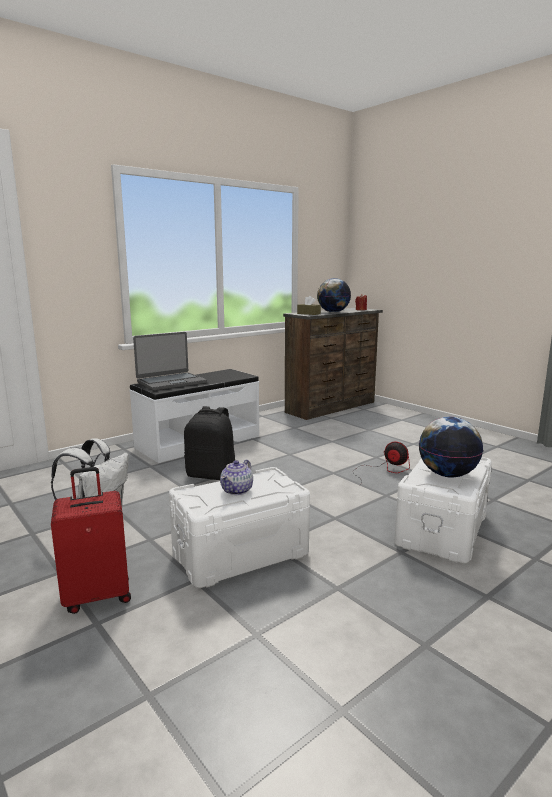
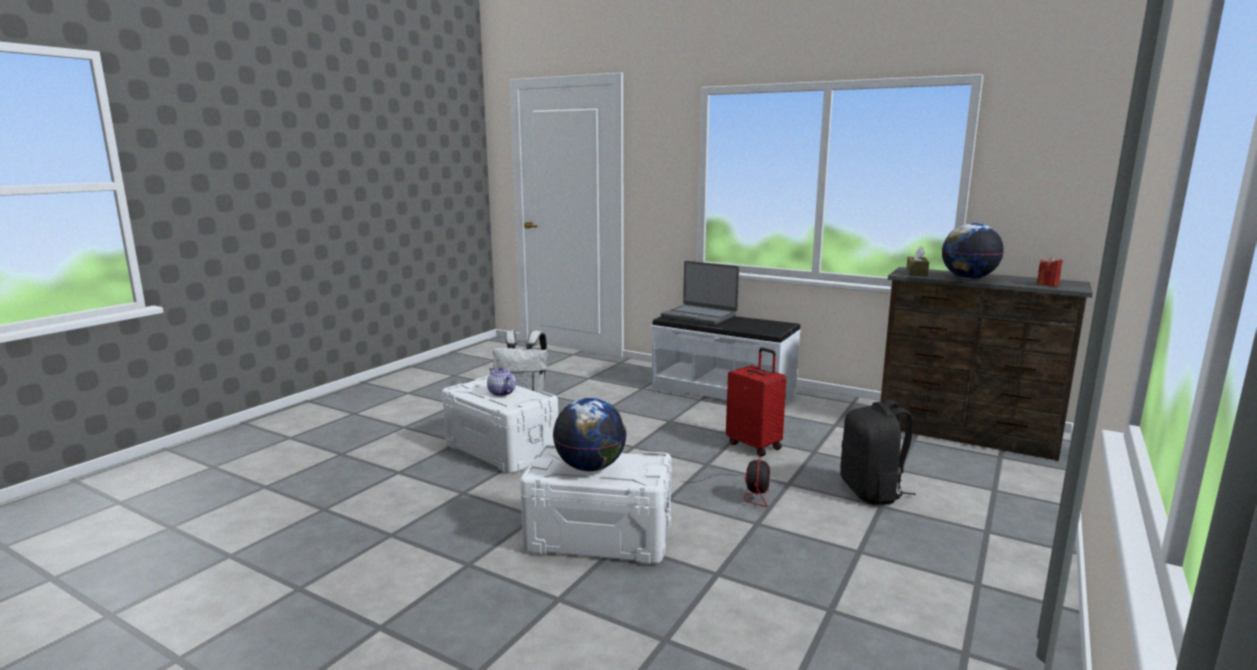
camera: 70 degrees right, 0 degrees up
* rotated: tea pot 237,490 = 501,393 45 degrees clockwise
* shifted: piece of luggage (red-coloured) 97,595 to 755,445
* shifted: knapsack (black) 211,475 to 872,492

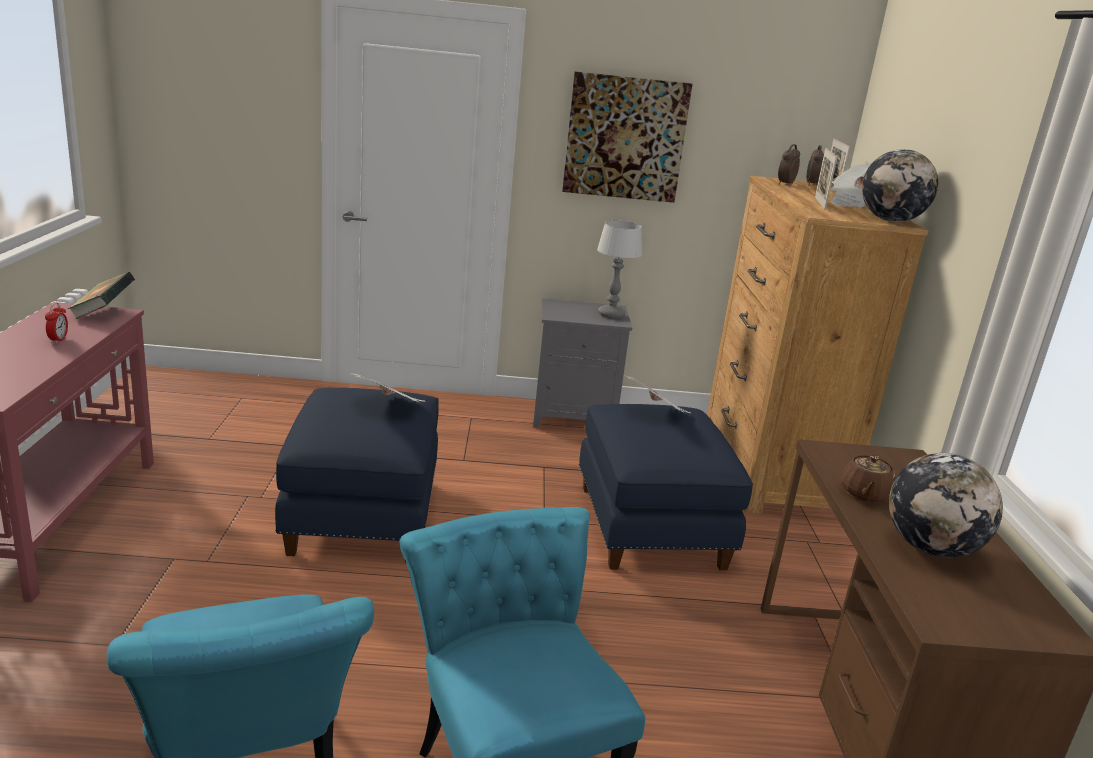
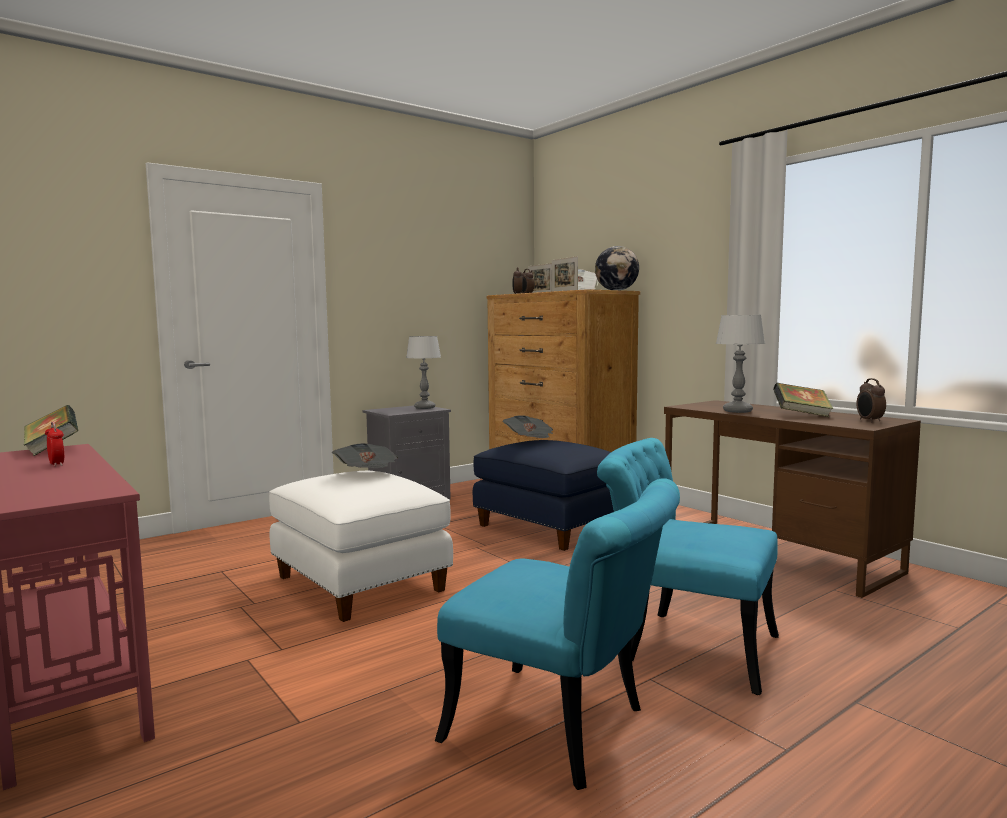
camera: 35 degrees left, 15 degrees down
* repainted: footrest (blue-coloured) 364,516 to footrest (white-coloured) 361,583
* swapped: tea pot (brown) 864,494 to tabletop lamp 737,411
* swapped: desk globe 930,548 to bound book 801,415
* new: bedside clock 869,421
* gone: wall picture 625,138

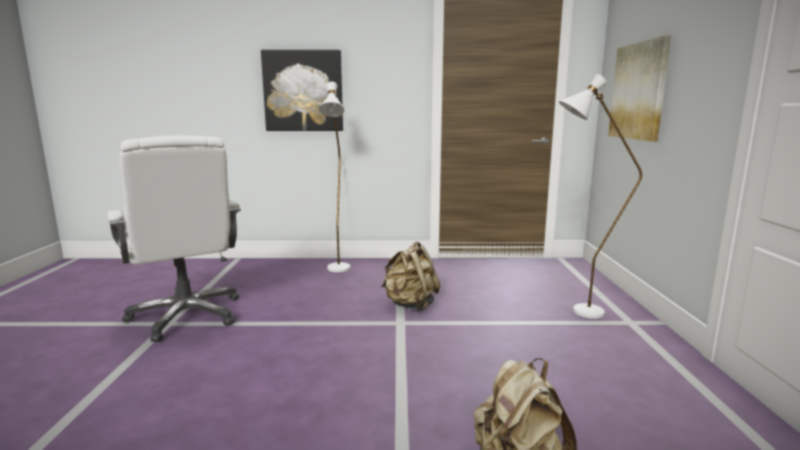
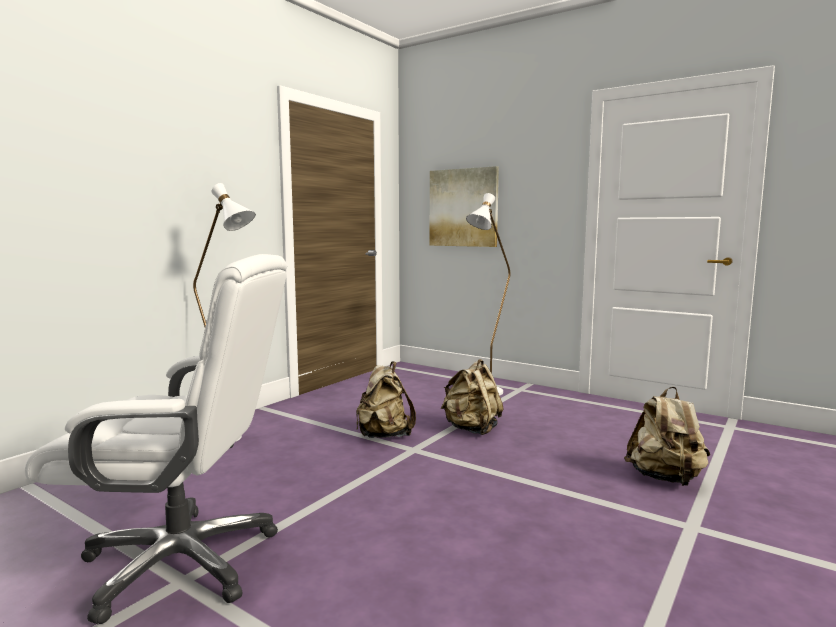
camera: 55 degrees left, 5 degrees down
* new: knapsack (sand-coloured) 472,429
* gone: wall picture 303,91

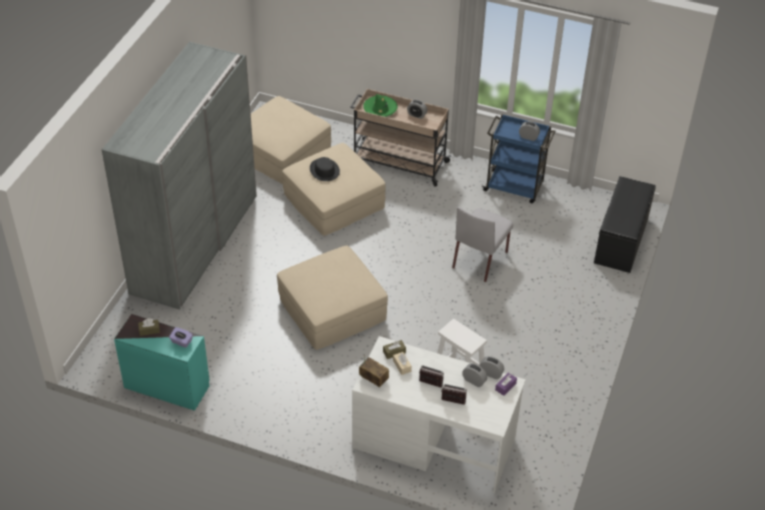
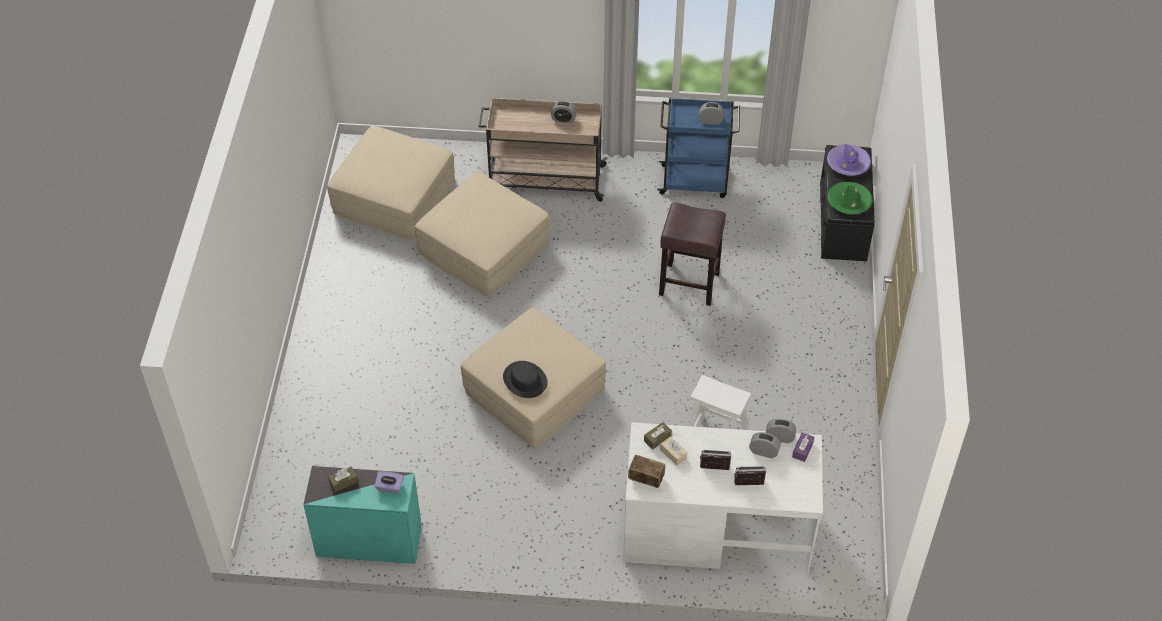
camera: 15 degrees left, 5 degrees up
* shifted: clothing hat (black) 324,170 to 525,380
* swapped: upright chair (grey) 480,259 to sitting stool (brown) 688,284
* new: clothing hat (purplish) 848,164
* shifted: clothing hat (green-coloured) 380,110 to 849,202
* gone: armoire (grey) 194,244

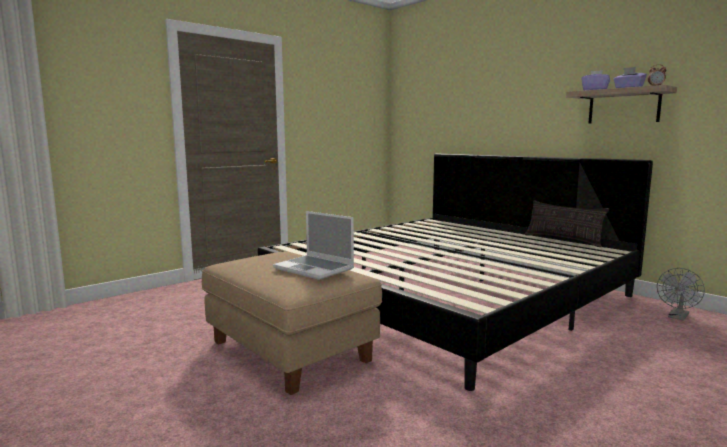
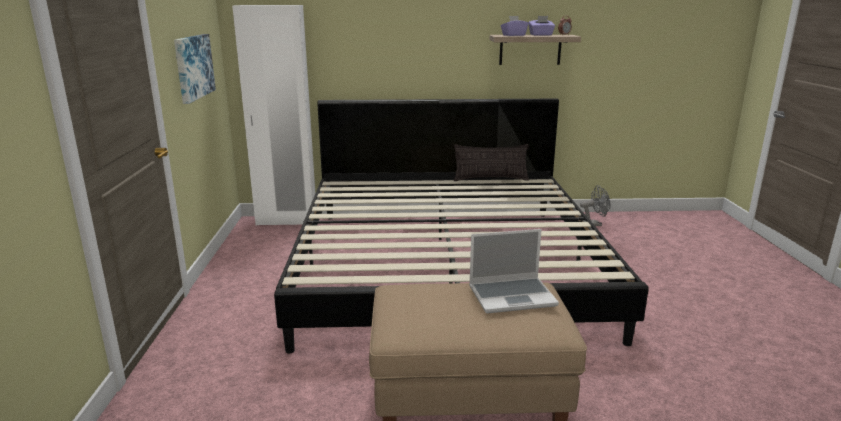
camera: 50 degrees left, 10 degrees up
* new: wall picture 193,67
* new: armoire (white-coloured) 286,221
* rotated: cooling fan (grey) 678,317 = 594,224 90 degrees counterclockwise

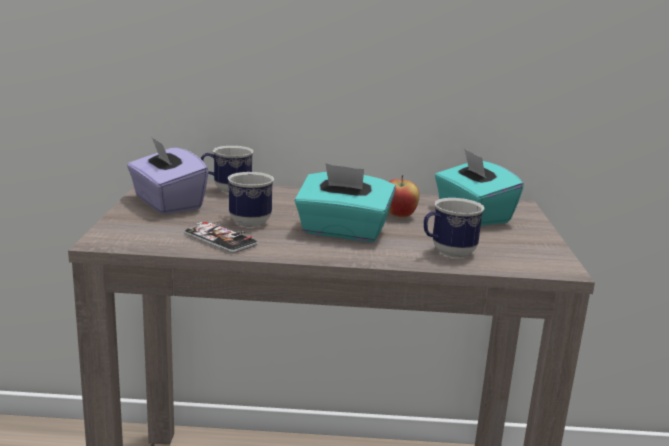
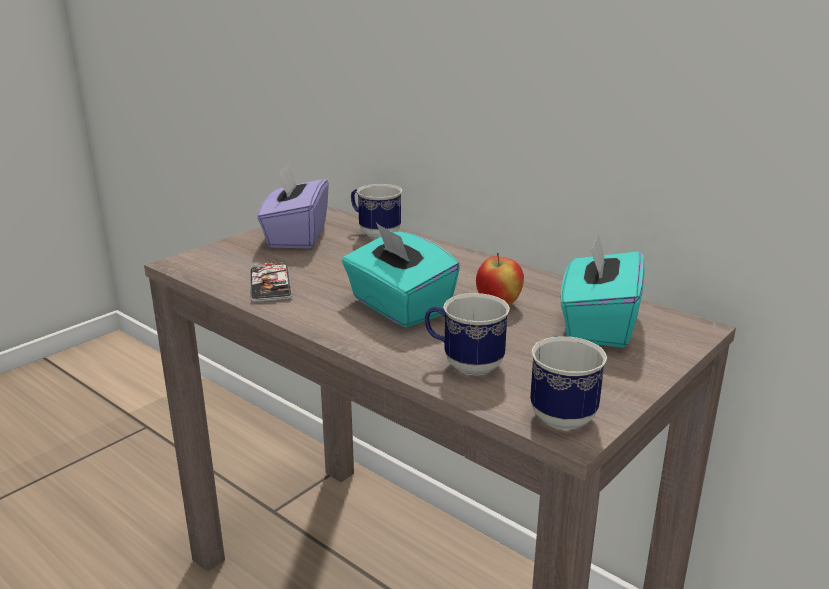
camera: 40 degrees right, 5 degrees up
* shifted: tea mug 246,221 to 560,412

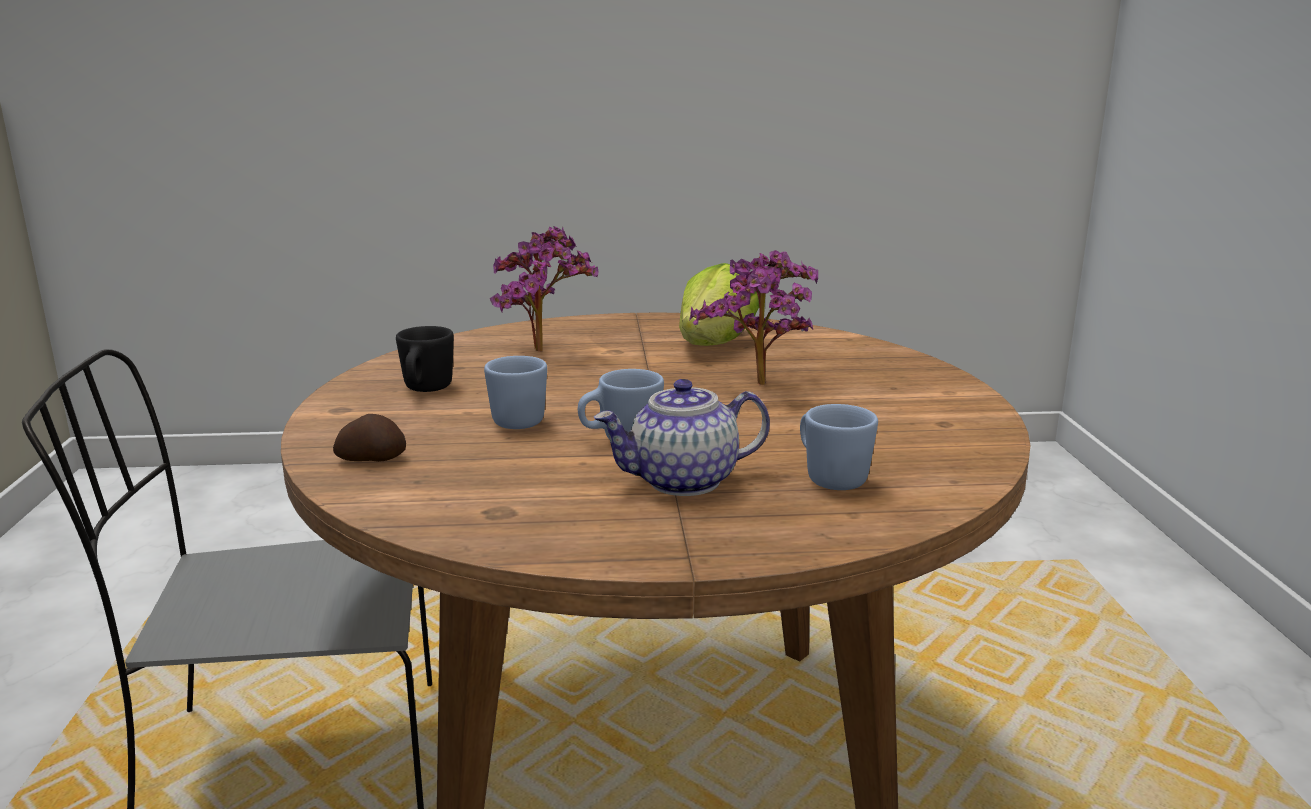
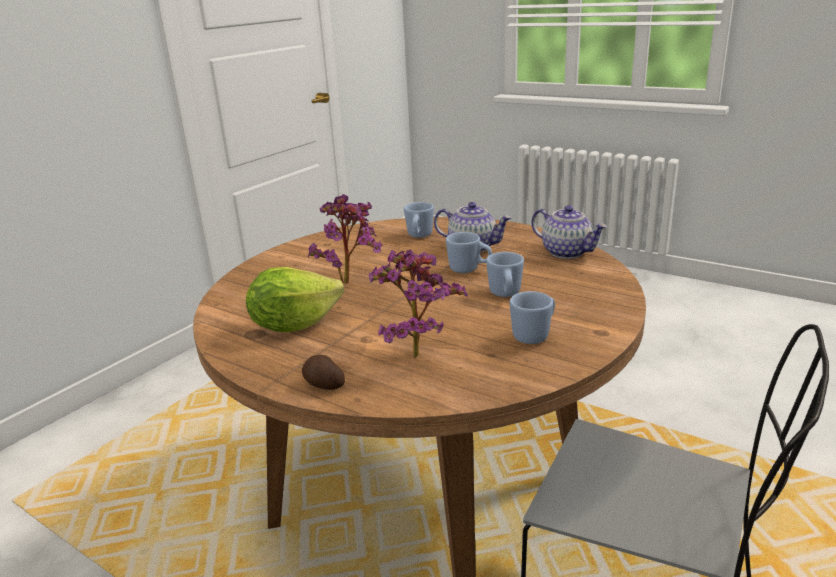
camera: 140 degrees left, 5 degrees up
* shifted: potato 371,458 to 323,385
* repainted: tea mug (black) 425,390 to tea mug (blue-coloured) 535,335
* new: tea pot 567,252

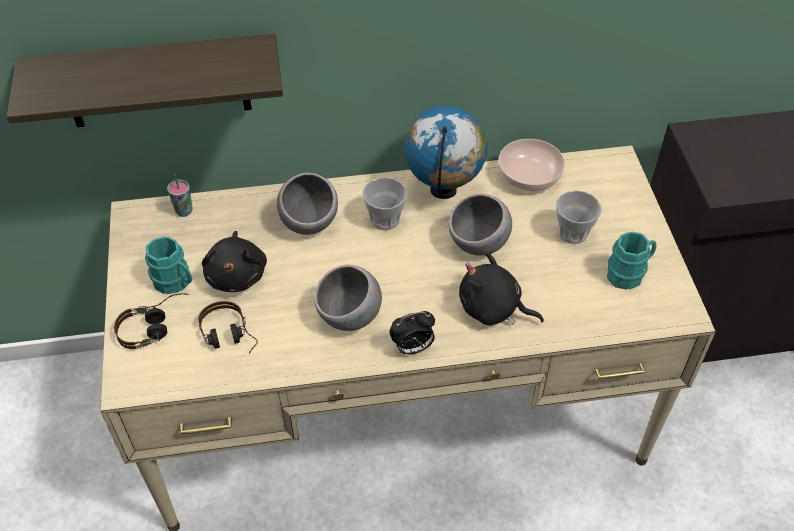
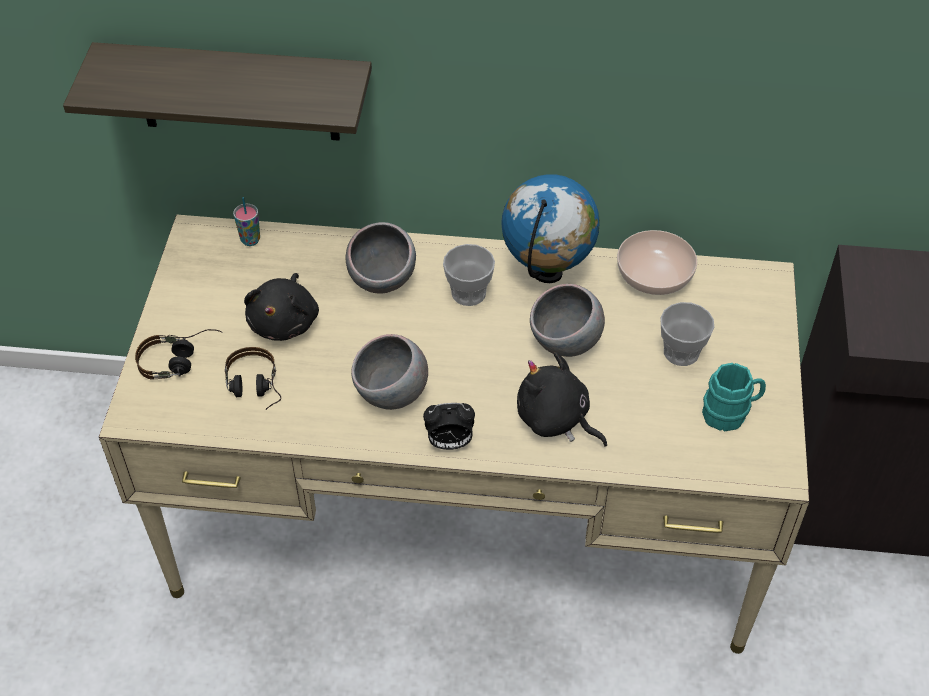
camera: 15 degrees right, 0 degrees up
* gone: tea mug (turquoise) 175,282

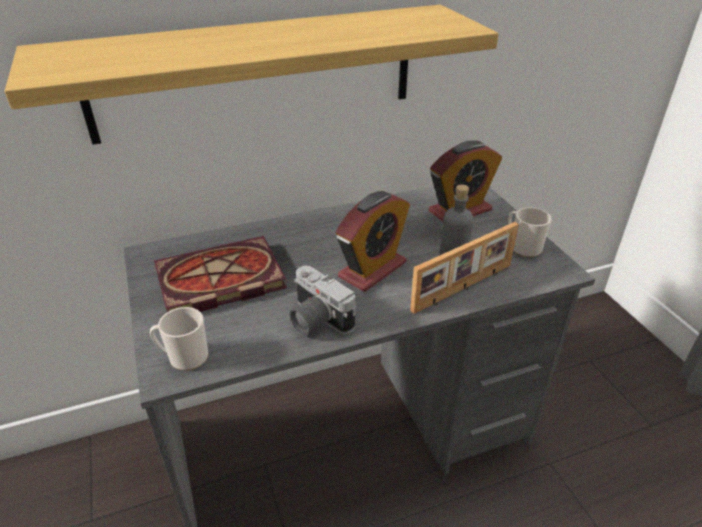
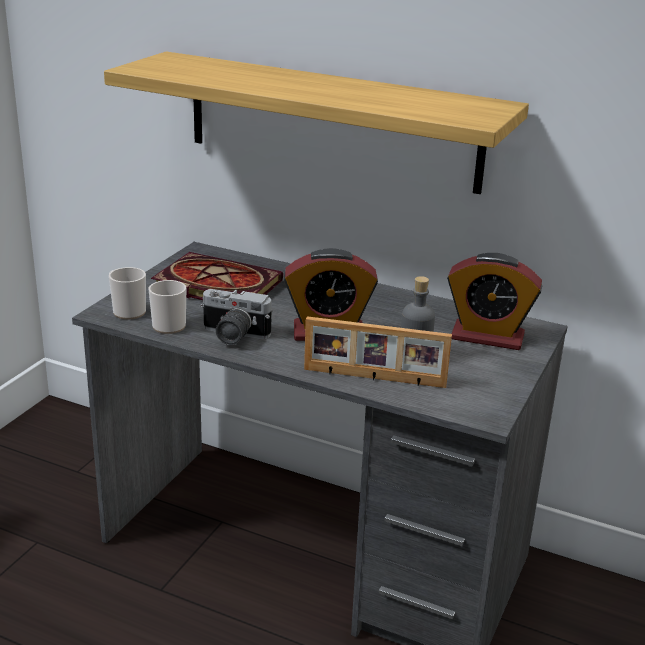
camera: 45 degrees right, 10 degrees down
* shifted: tea mug 522,247 to 169,324
* rotated: photo camera 315,320 = 232,336 75 degrees counterclockwise

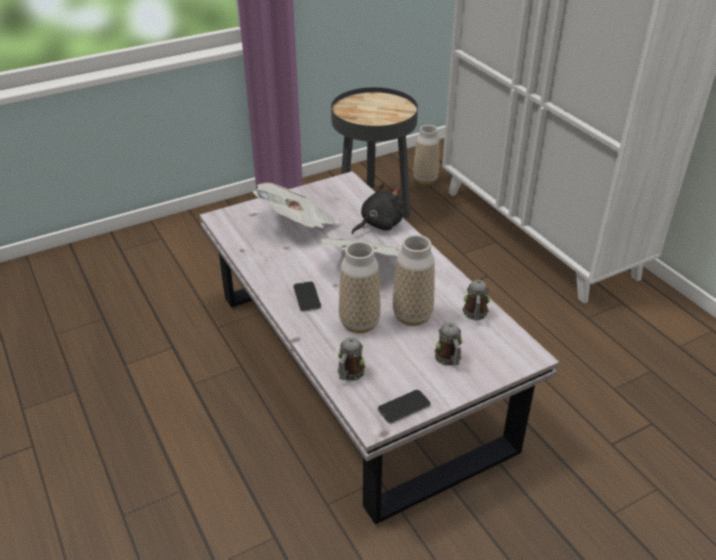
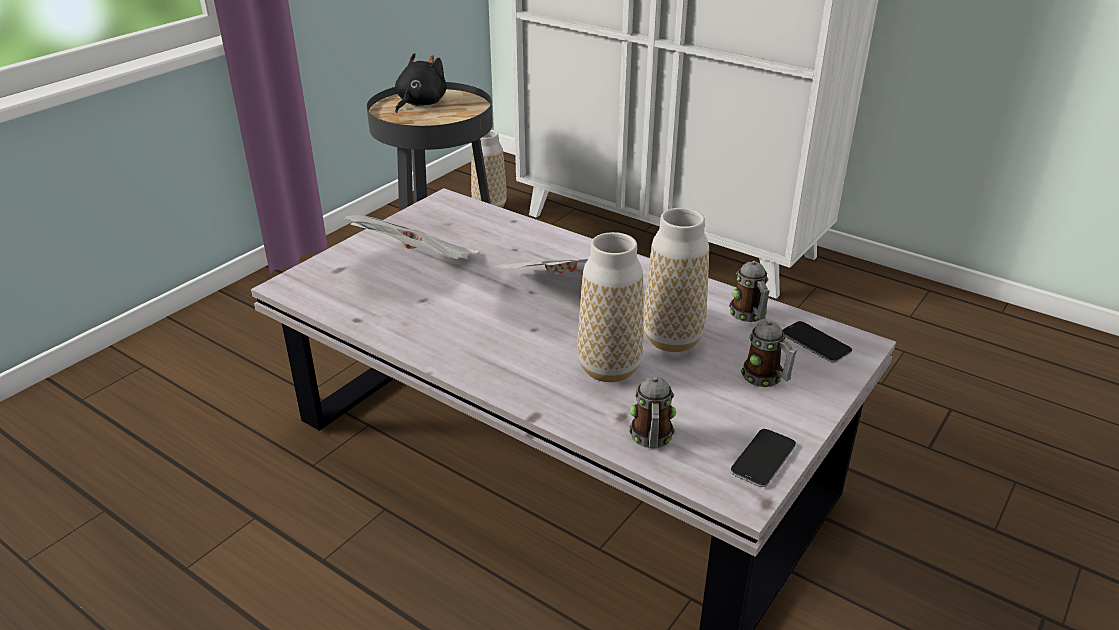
camera: 25 degrees left, 5 degrees down
* shifted: plush toy (black) 379,224 to 420,103
* shifted: handset 307,297 to 815,343

